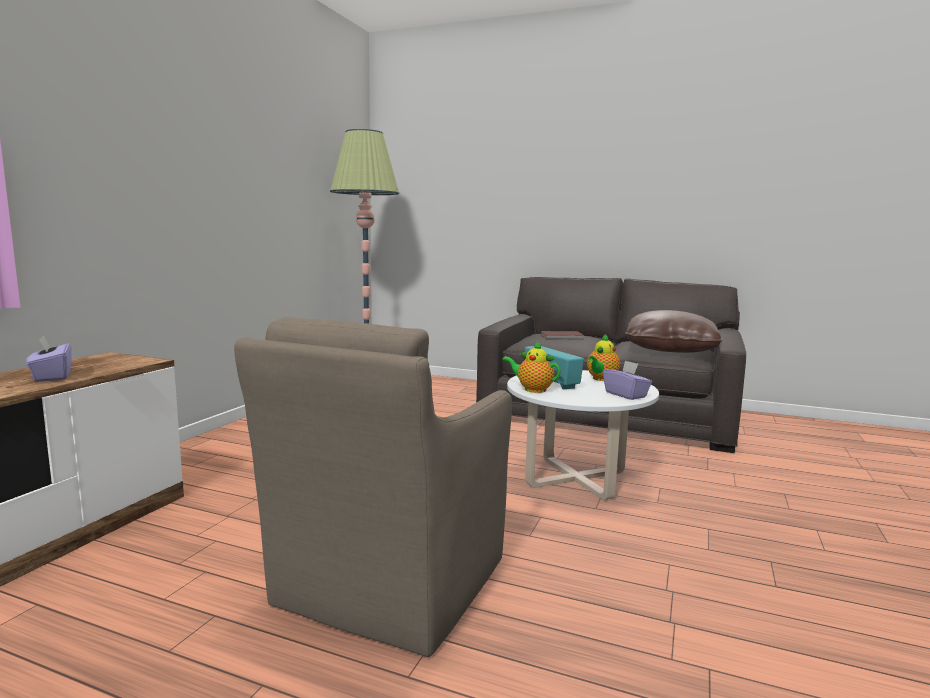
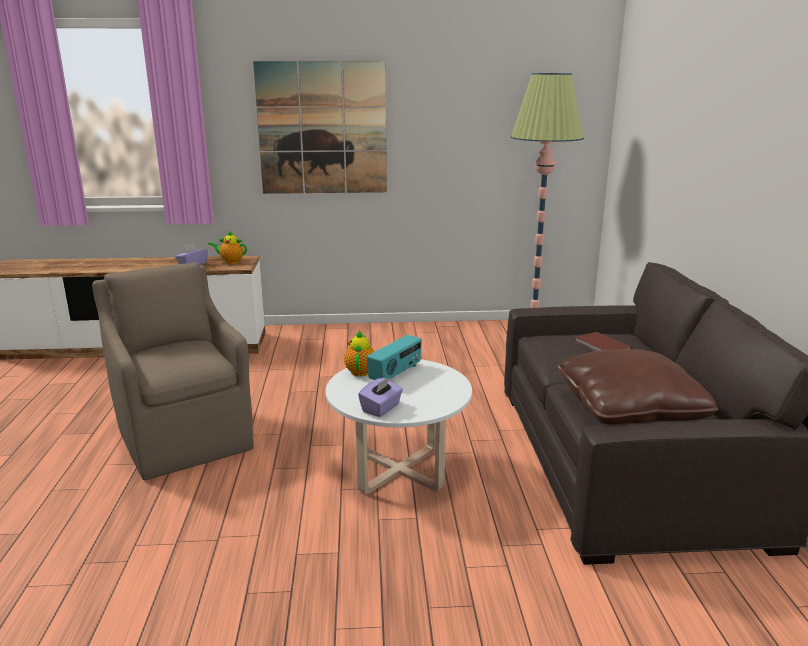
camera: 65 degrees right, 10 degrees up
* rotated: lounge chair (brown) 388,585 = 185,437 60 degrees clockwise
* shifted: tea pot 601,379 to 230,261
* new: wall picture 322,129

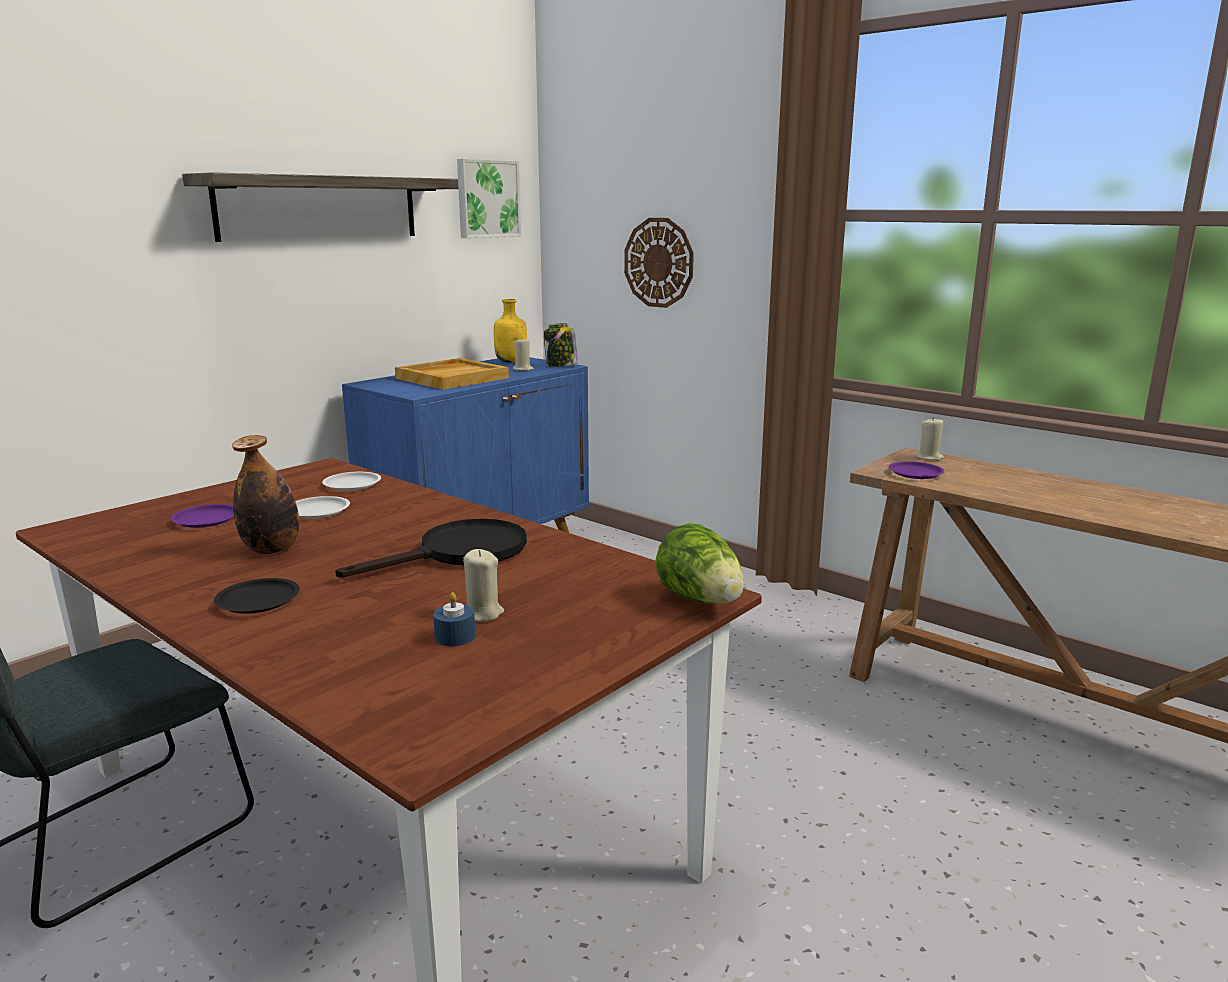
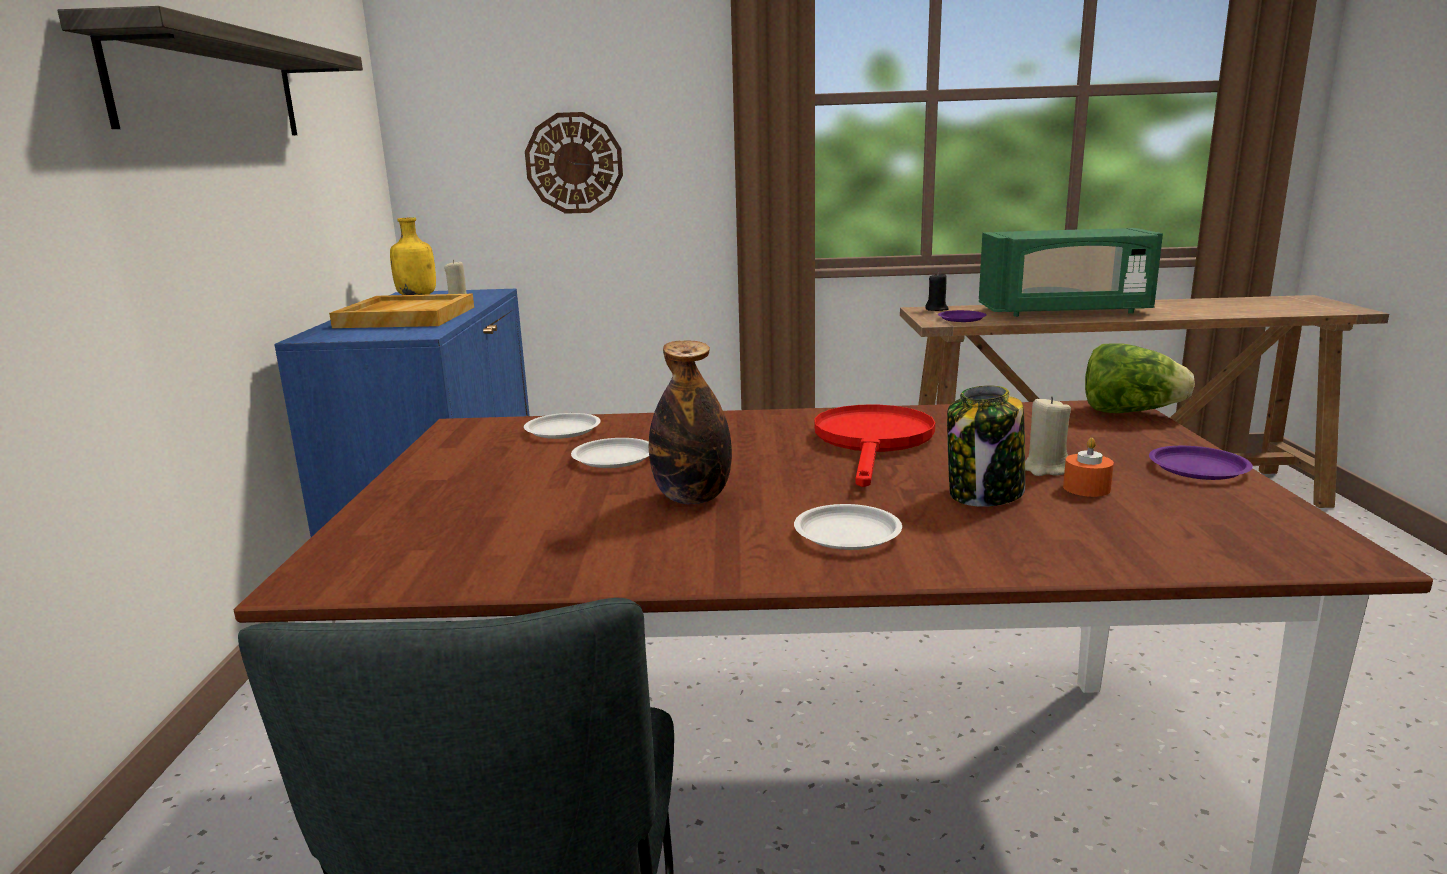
camera: 40 degrees left, 0 degrees up
* repainted: flat dish (black) 259,601 to flat dish (white-coloured) 847,533
* repainted: skillet (black) 460,553 to skillet (red-coloured) 873,442
* repainted: wax candle (sand-coloured) 929,457 to wax candle (black) 936,309
* shifted: storage jar 561,365 to 985,494
* new: kitchen microwave (green-coloured) 1065,312
* repainted: wax candle (blue-coloured) 455,636 to wax candle (orange-coloured) 1086,488
* shifted: flat dish (purplish) 207,520 to 1197,468
* gone: wall picture 487,199

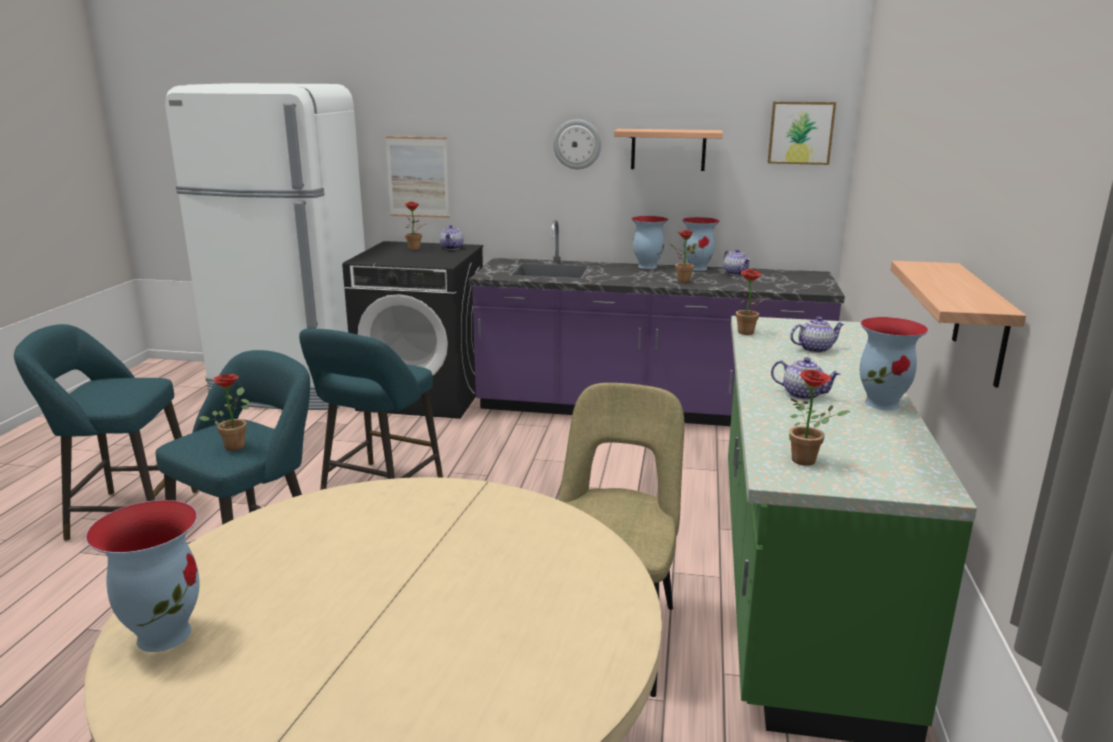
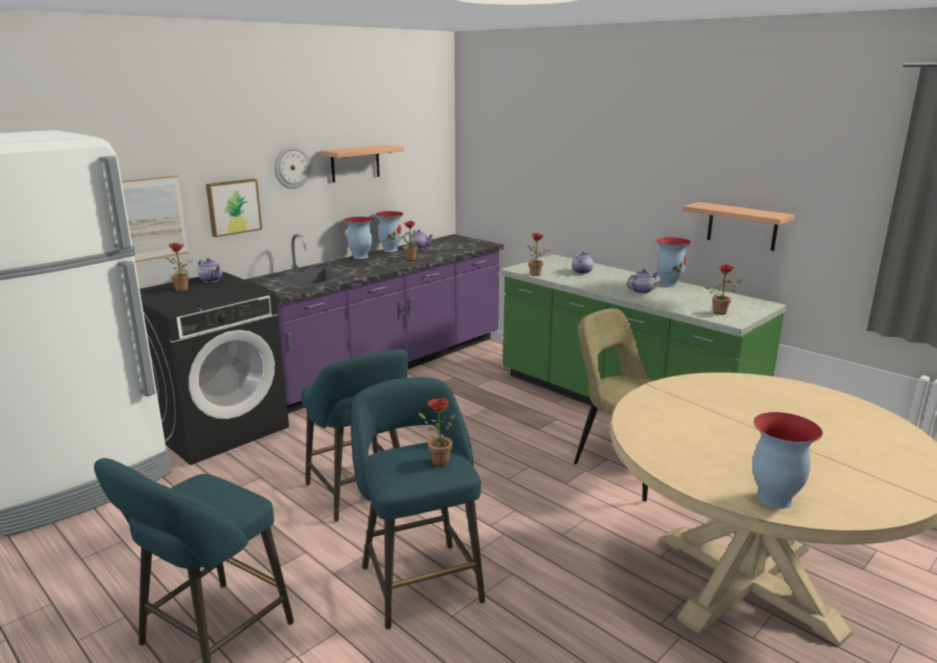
camera: 55 degrees left, 0 degrees up
* shifted: wall picture 800,132 to 233,207

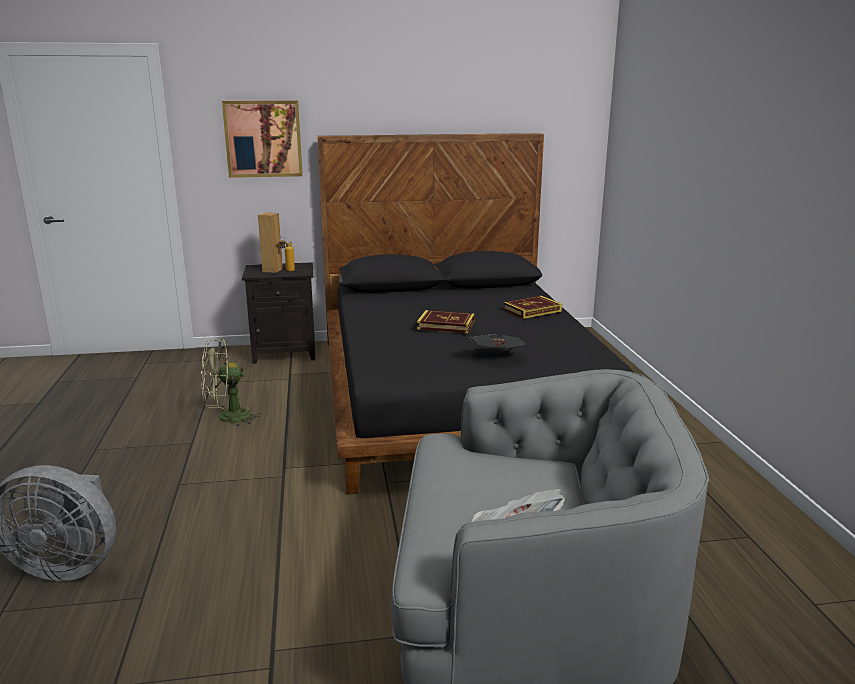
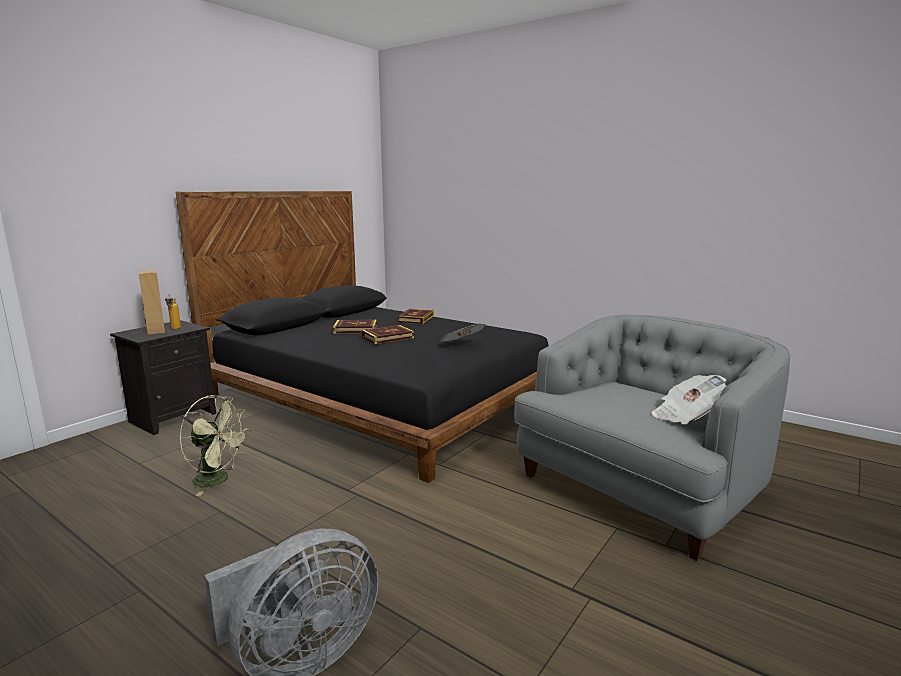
camera: 45 degrees left, 5 degrees down
* rotated: cooling fan (green-coloured) 227,418 = 218,480 90 degrees counterclockwise
* new: bound book 355,329
* gone: wall picture 263,139

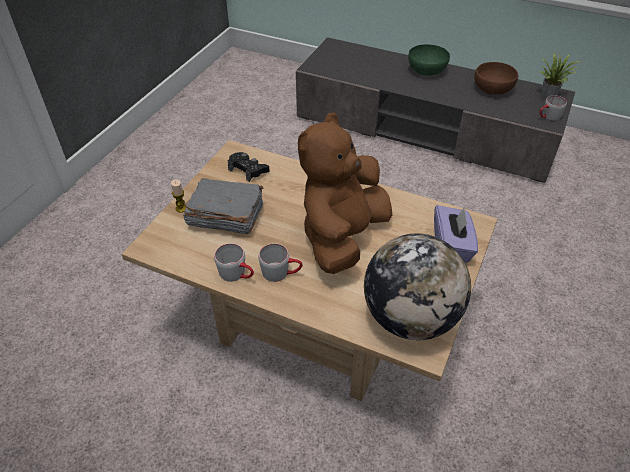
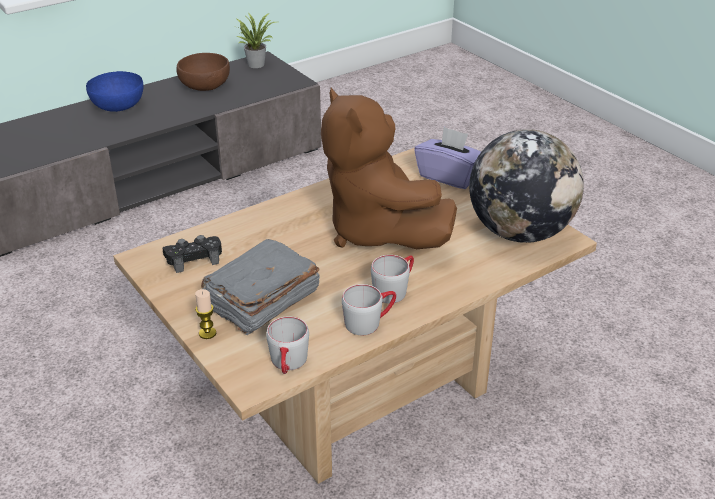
camera: 60 degrees left, 10 degrees down
* repainted: deep dish (green-coloured) 426,71 to deep dish (blue-coloured) 118,106
* shifted: tea mug (grey) 548,117 to 288,365

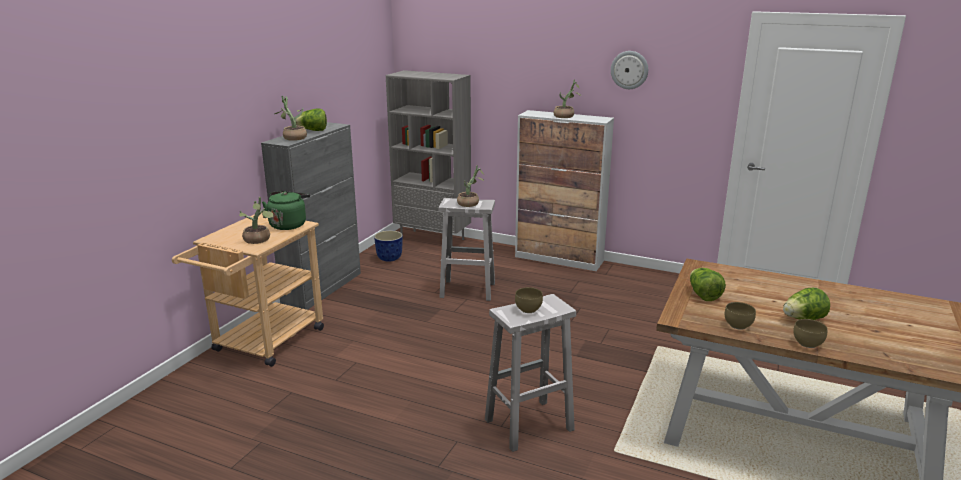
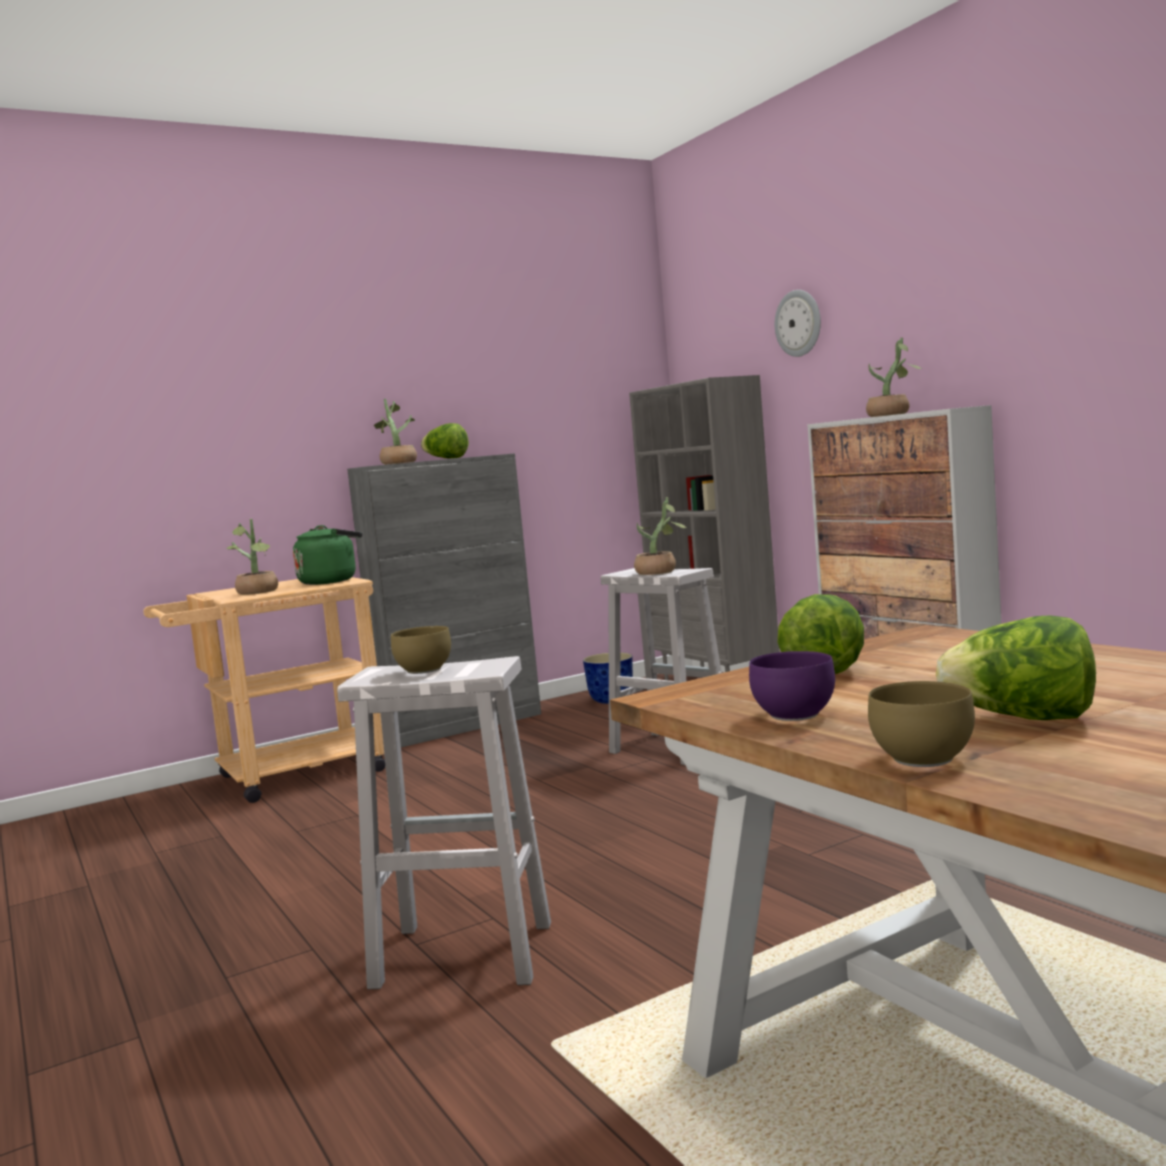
camera: 35 degrees right, 15 degrees down
* repainted: deep dish (brown) 737,325 to deep dish (purplish) 794,714
* shifted: clock on the wall 629,70 to 798,323

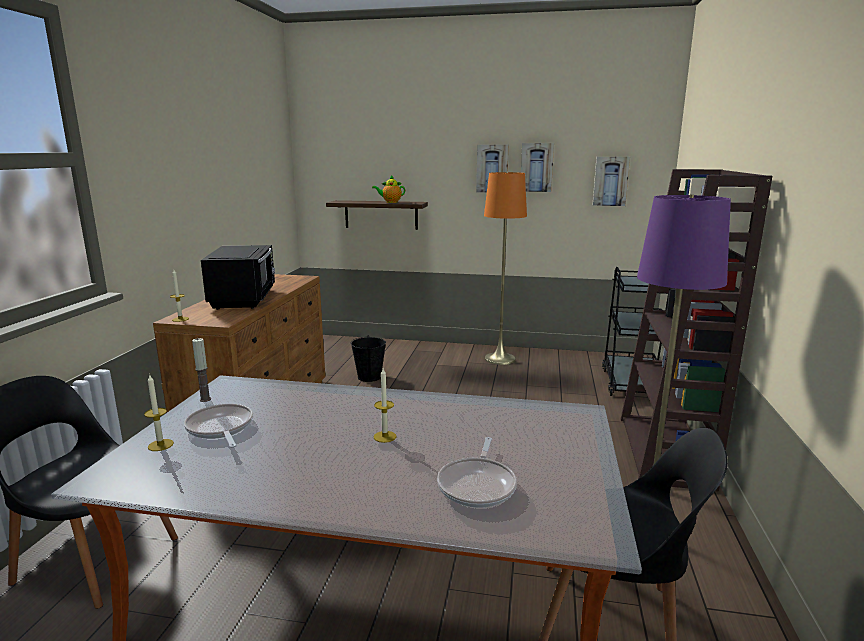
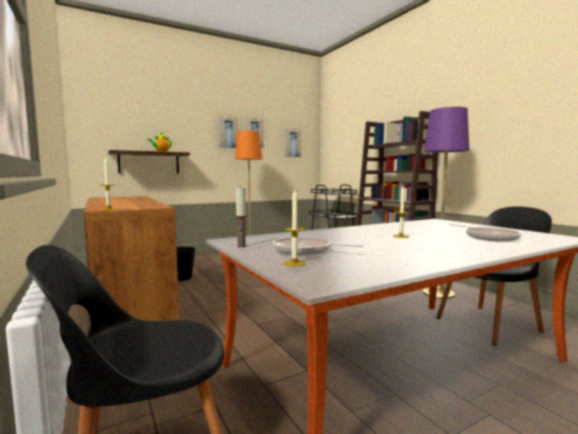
camera: 40 degrees left, 10 degrees down
* gone: kitchen microwave (black) 244,299

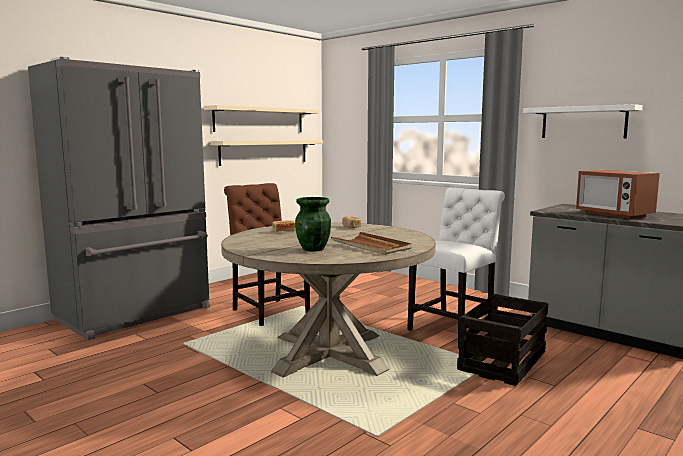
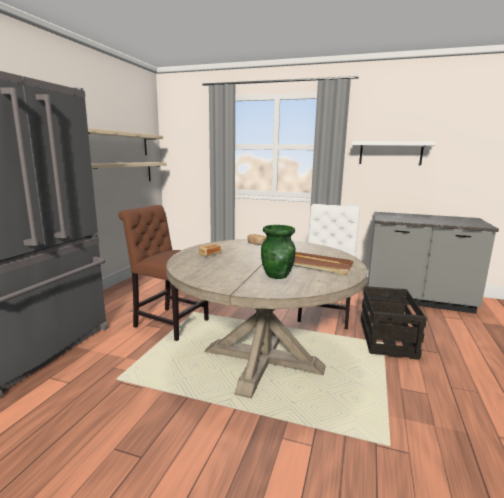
camera: 25 degrees left, 5 degrees up
* gone: kitchen microwave 614,215

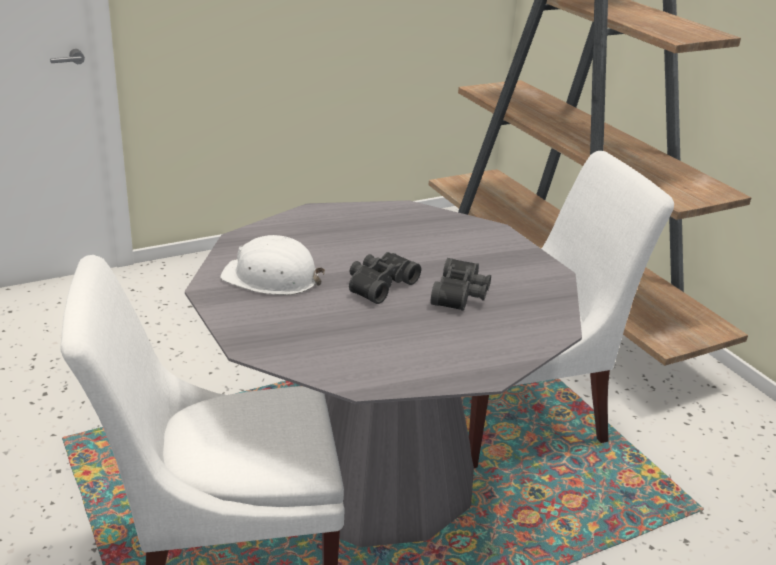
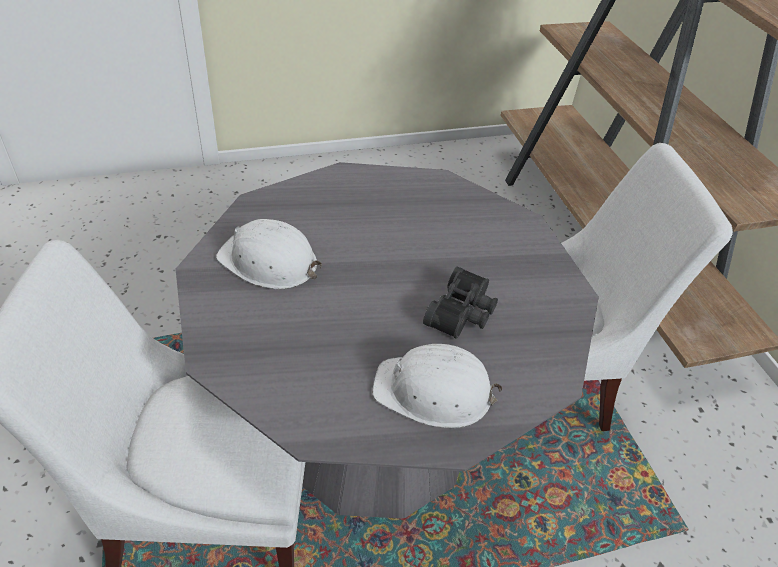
camera: 10 degrees right, 15 degrees up
* new: safety helmet (white-coloured) 434,392
* gone: field glasses (black) 378,285

